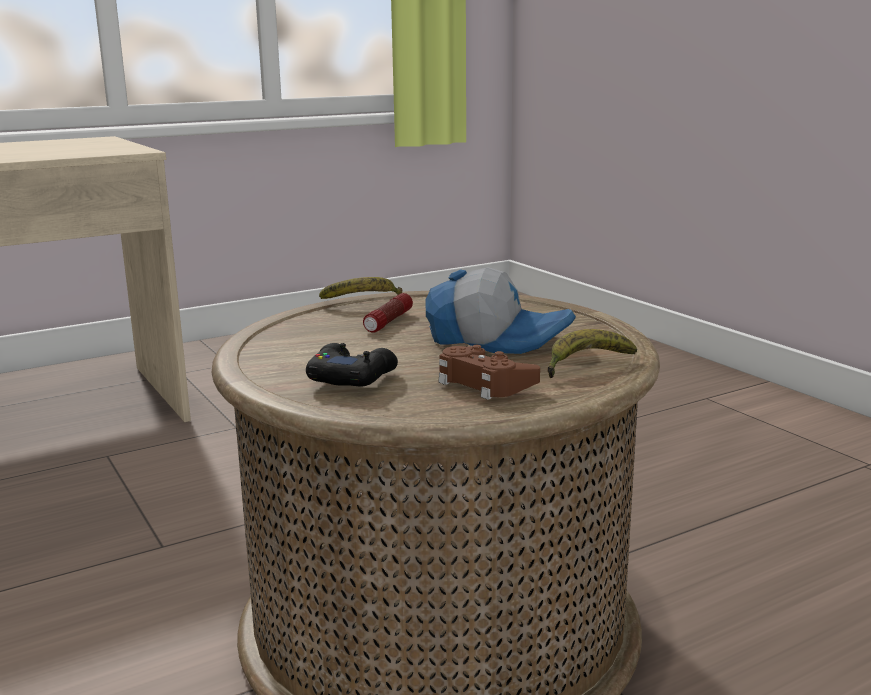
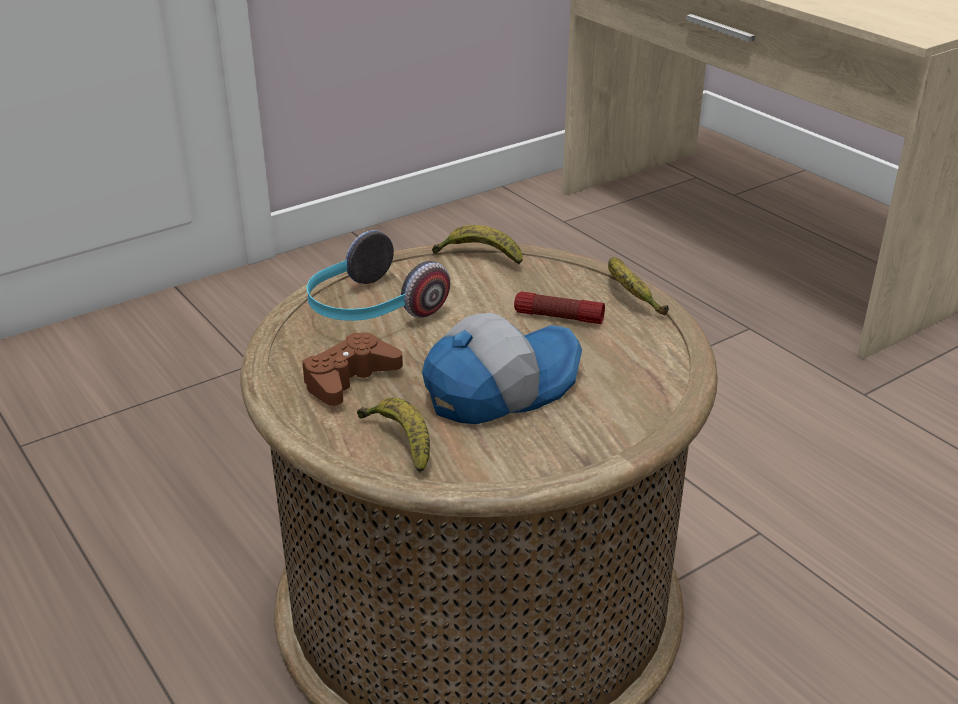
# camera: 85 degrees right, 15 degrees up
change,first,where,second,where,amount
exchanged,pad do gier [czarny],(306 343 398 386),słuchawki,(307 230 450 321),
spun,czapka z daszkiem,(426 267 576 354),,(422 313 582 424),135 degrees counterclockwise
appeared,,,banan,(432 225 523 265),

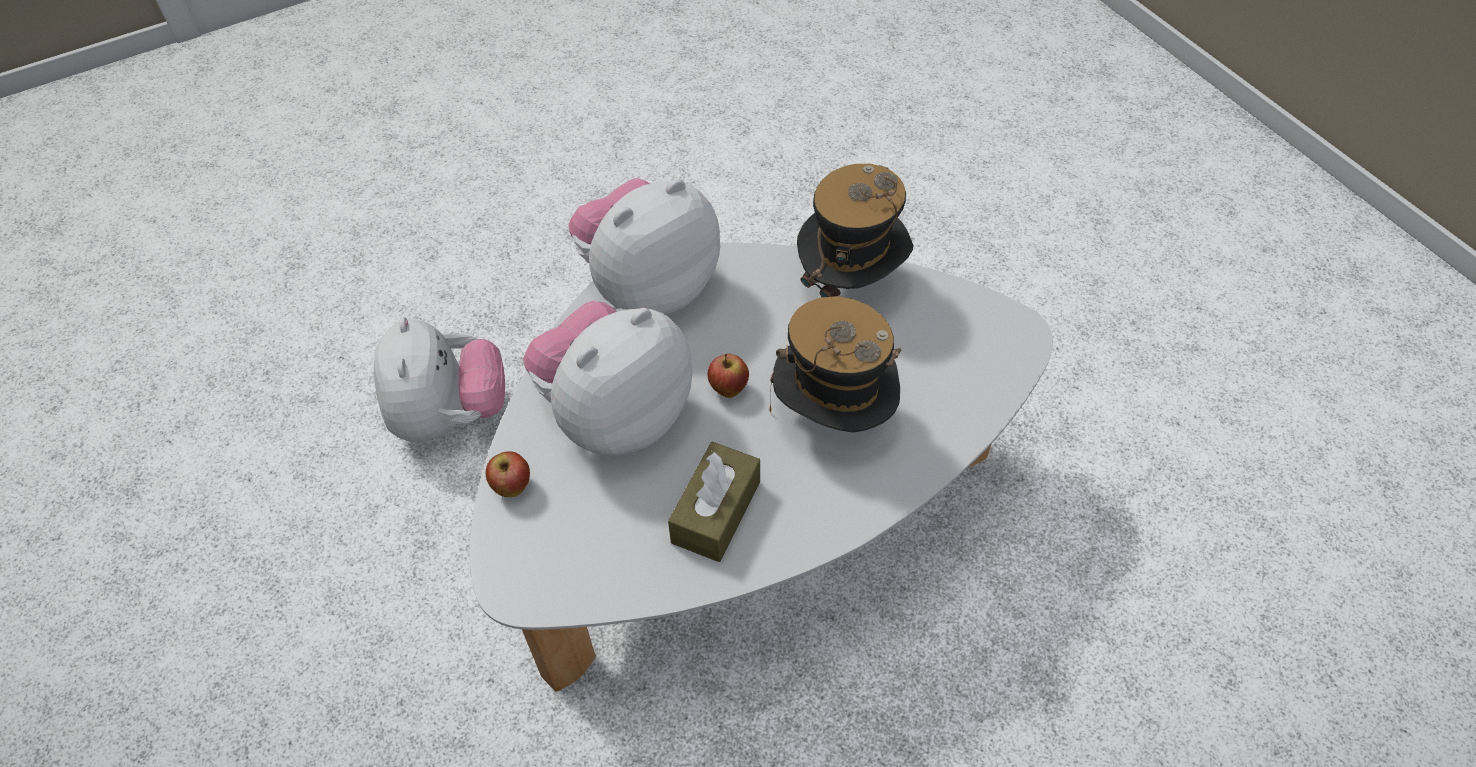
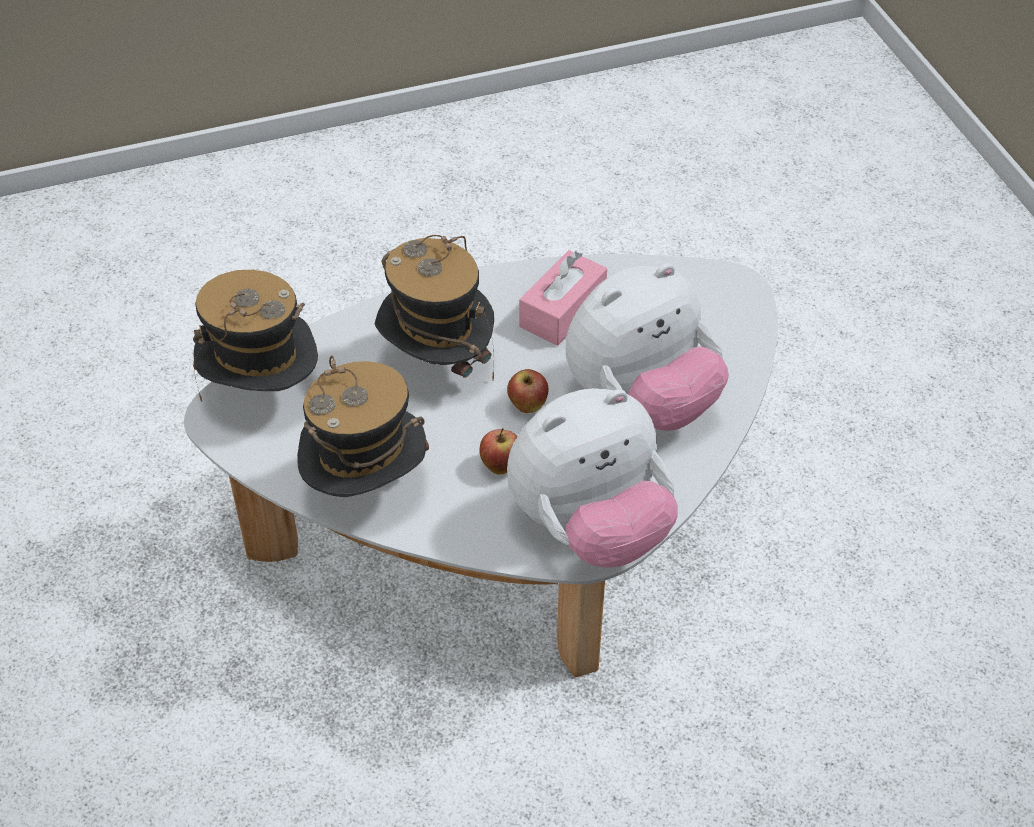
# camera: 170 degrees left, 5 degrees down
change,first,where,second,where,amount
missing,pluszak,(374 317 505 442),,,
relocated,jabłko,(486 451 530 497),,(479 428 517 474),
colour,pudełko chusteczek [brązowy],(668 442 760 562),pudełko chusteczek [różowy],(519 250 607 346),
appeared,,,kapelusz,(193 270 318 402),

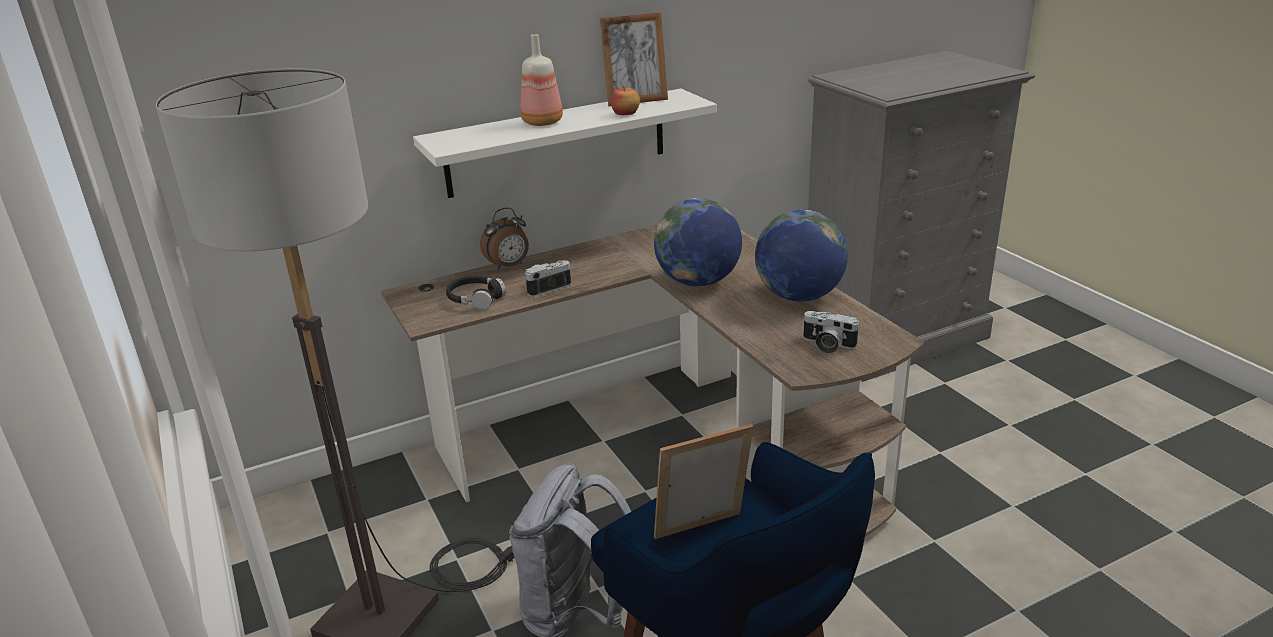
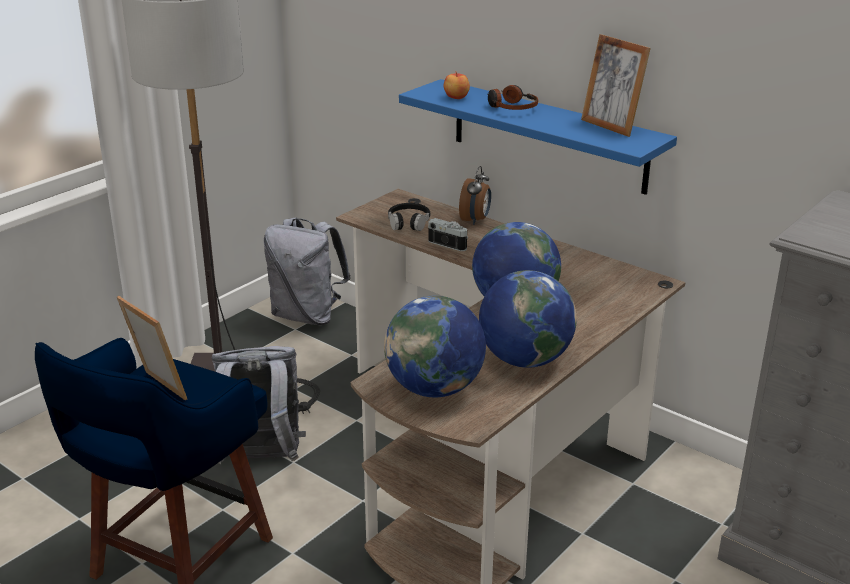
# camera: 65 degrees right, 0 degrees up
change,first,where,second,where,amount
colour,półka [biały],(413 89 717 198),półka [niebieski],(399 79 677 195),
spun,budzik,(480 207 529 270),,(459 166 491 225),105 degrees counterclockwise
exchanged,butelka,(520 34 563 126),słuchawki,(488 85 538 110),
relocated,jabłko,(611 86 640 115),,(444 71 470 99),
exchanged,aparat fotograficzny,(802 311 860 354),globus,(384 296 486 397),
appeared,,,plecak [szary],(264 217 351 325),

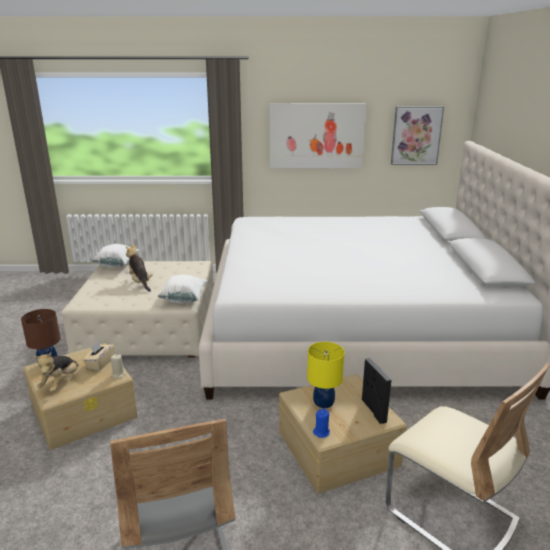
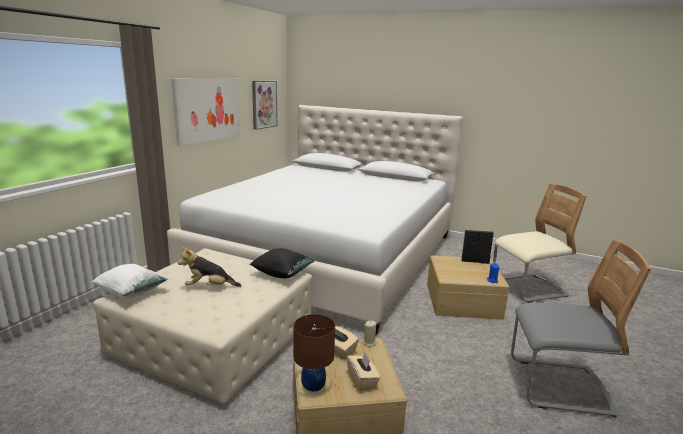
# camera: 65 degrees left, 5 degrees down
change,first,where,second,where,amount
exchanged,pluszak,(34 352 79 392),pudełko chusteczek [beżowy],(347 353 380 391),
colour,poduszka [biały],(158 275 207 303),poduszka [czarny],(250 248 314 278),
missing,lampa stołowa [żółty],(307 342 344 408),,,

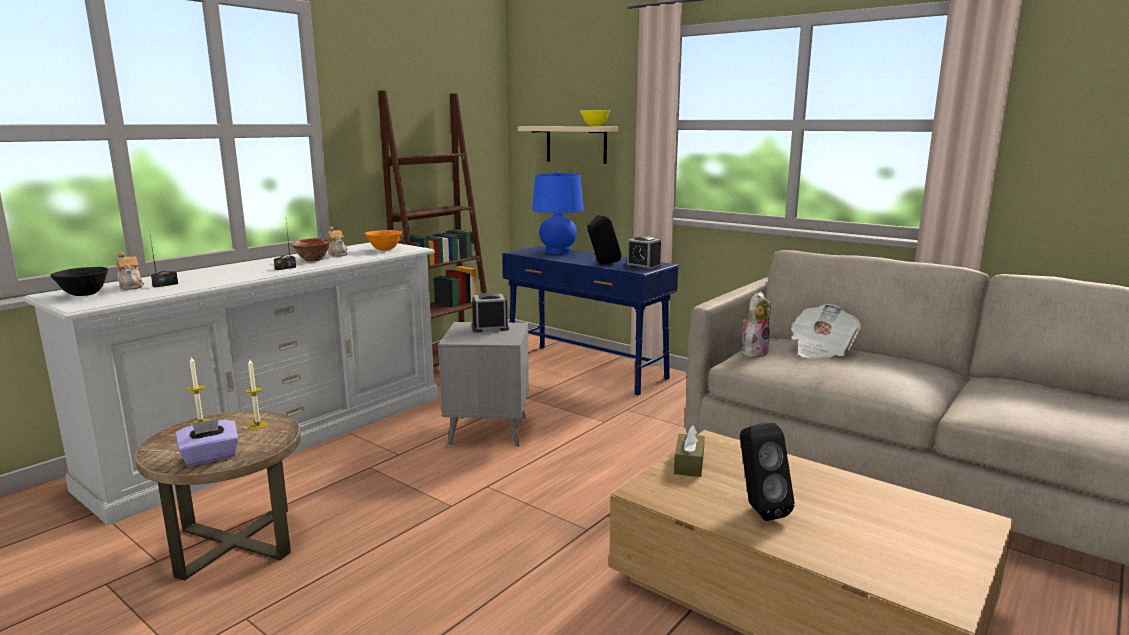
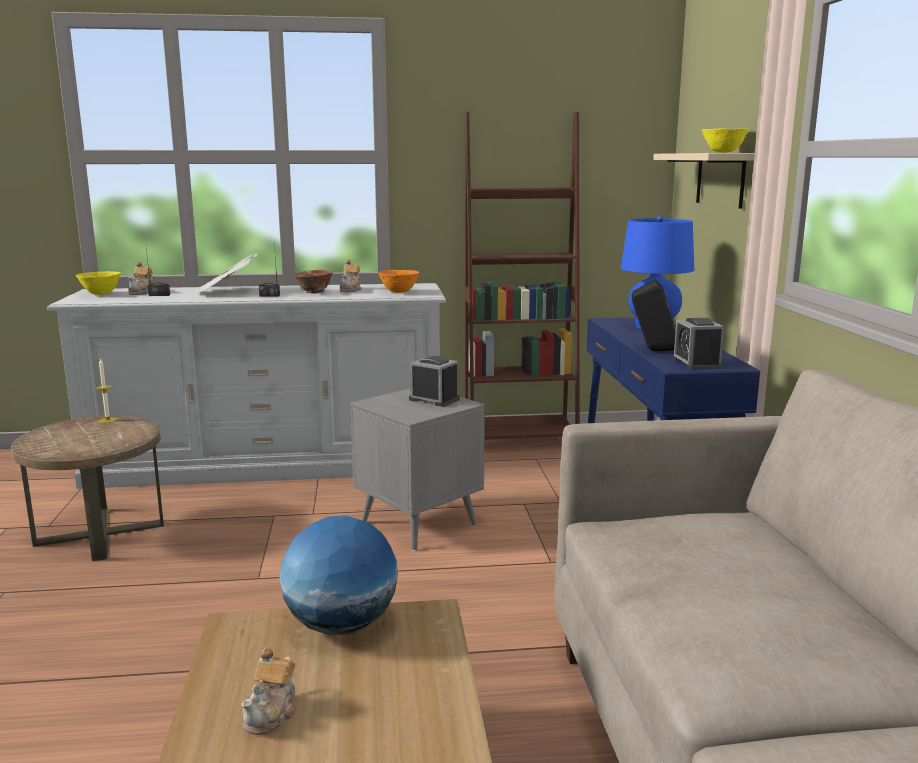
# camera: 45 degrees right, 0 degrees up
change,first,where,second,where,amount
colour,miska [czarny],(51 267 108 296),miska [żółty],(76 271 121 295),
missing,pudełko chusteczek [fioletowy],(175 419 239 466),,,
missing,świeca,(245 359 268 430),,,
exchanged,pudełko chusteczek [brązowy],(674 425 705 477),globus,(279 516 398 636),
exchanged,głośnik [czarny],(740 423 795 521),imbryk,(241 647 297 735),
missing,pluszak,(742 292 771 358),,,
relocated,gazeta,(791 304 862 358),,(192 254 257 293),

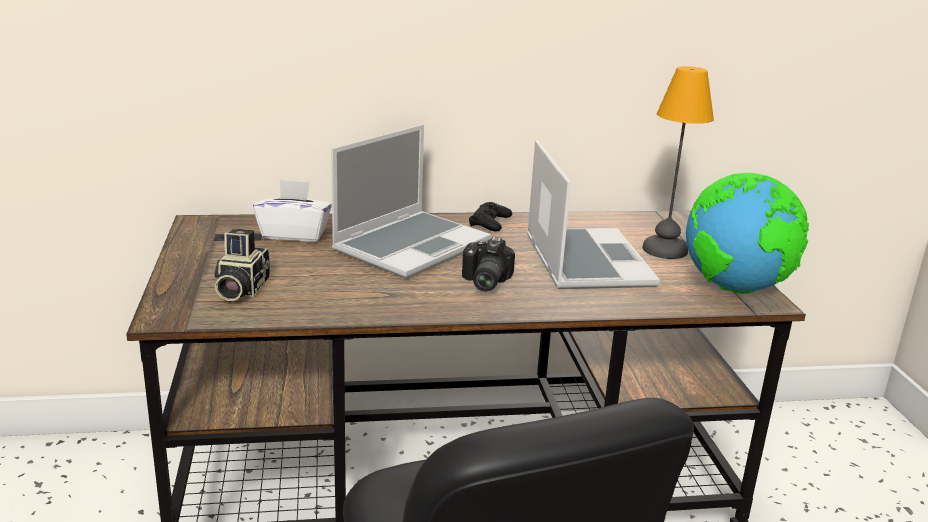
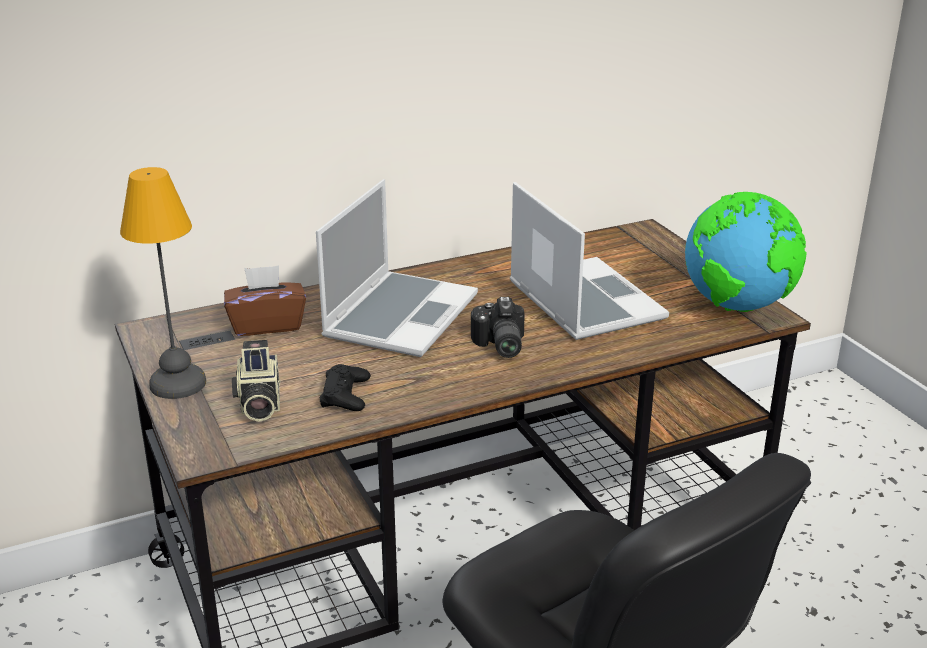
# camera: 15 degrees left, 5 degrees up
change,first,where,second,where,amount
colour,pudełko chusteczek [biały],(253 179 332 242),pudełko chusteczek [brązowy],(224 265 306 336),
relocated,pad do gier [czarny],(469 202 512 231),,(320 364 371 411),
relocated,lampa stołowa,(643 66 714 259),,(120 167 206 399),

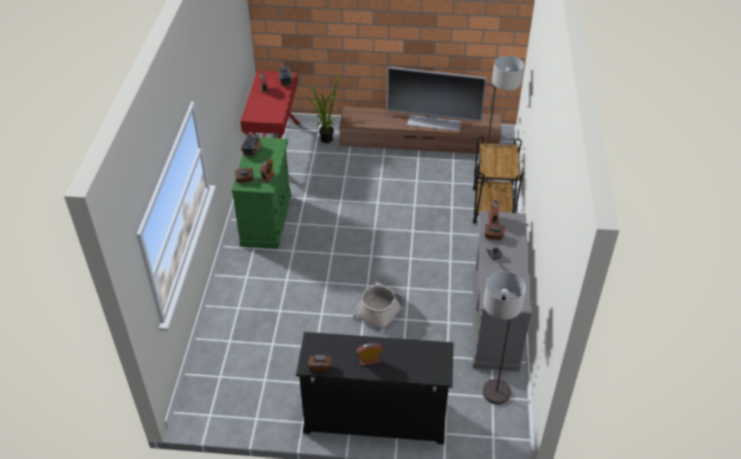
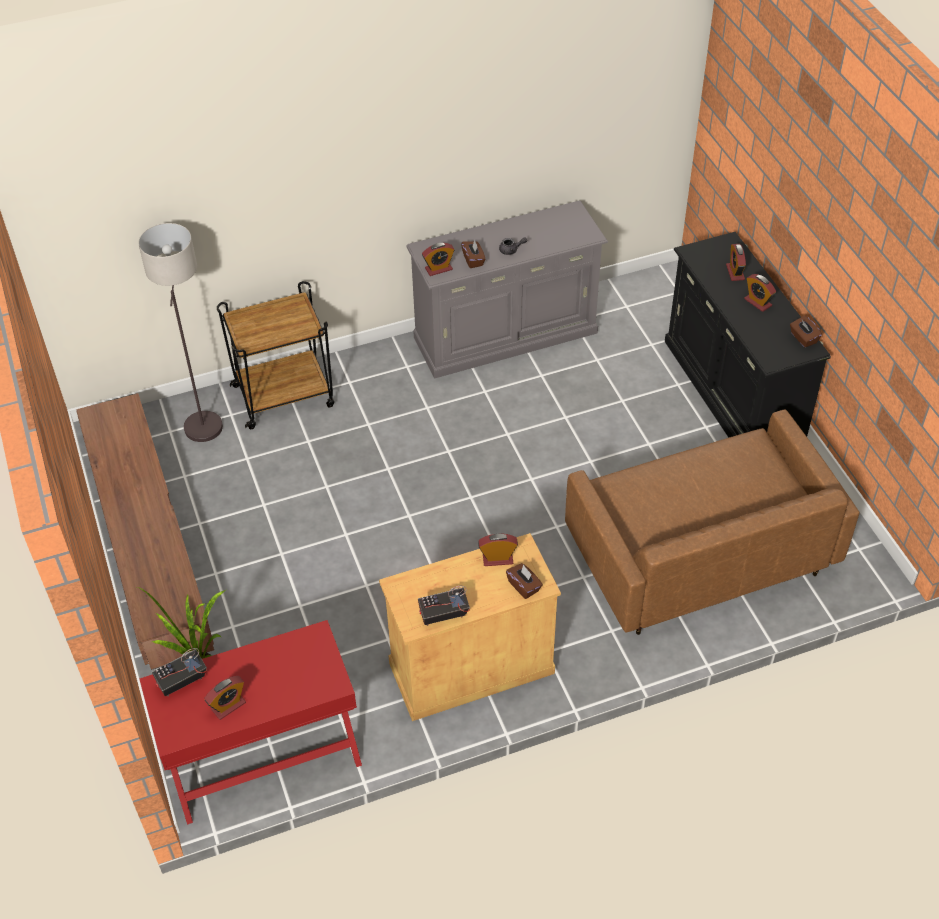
# camera: 115 degrees left, 5 degrees up
change,first,where,second,where,amount
colour,szafka [zielony],(232 137 291 249),szafka [beżowy],(379 533 561 721),
missing,koszyk,(353 282 407 333),,,
missing,telewizor,(387 67 487 131),,,
missing,lampa stojąca [szary],(483 271 526 404),,,
appeared,,,kanapa [brązowy],(565 410 859 635),
appeared,,,budzik,(726 244 746 281),

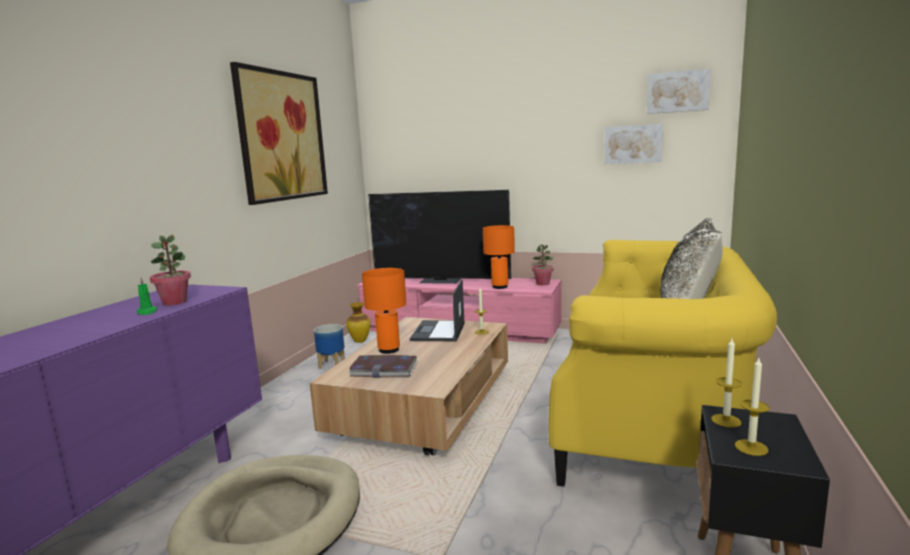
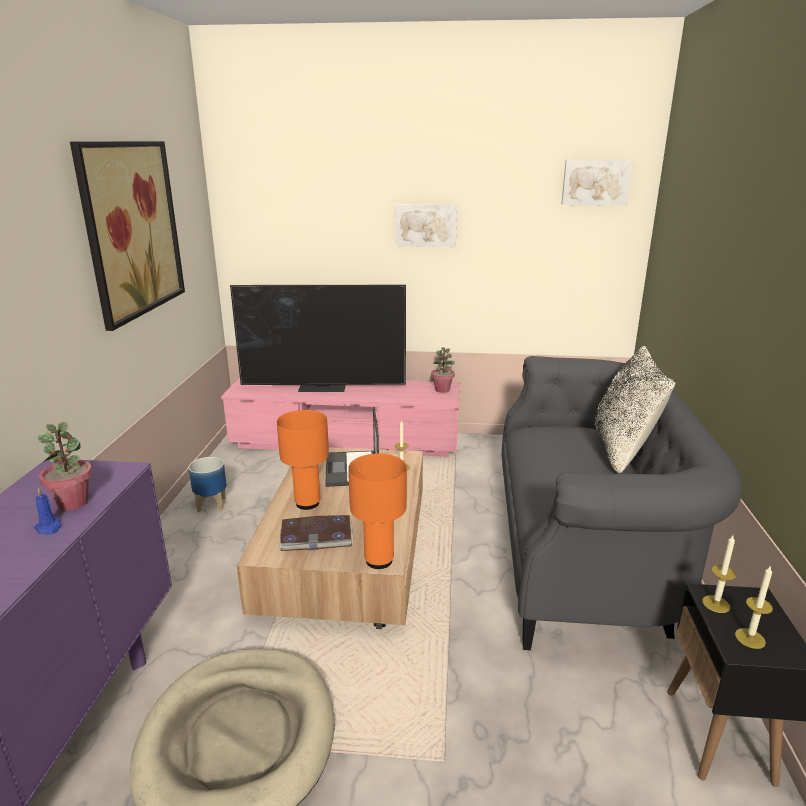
# camera: 15 degrees left, 10 degrees up
change,first,where,second,where,amount
colour,świeca [zielony],(137 278 157 315),świeca [niebieski],(34 487 61 535),
missing,wazon,(346 302 371 343),,,
relocated,lampa stołowa [pomarańczowy],(483 225 515 289),,(348 454 407 569),
colour,kanapa [żółty],(549 240 777 487),kanapa [szary],(501 356 742 650),
relocated,obraz,(604 124 663 164),,(396 204 457 247),

